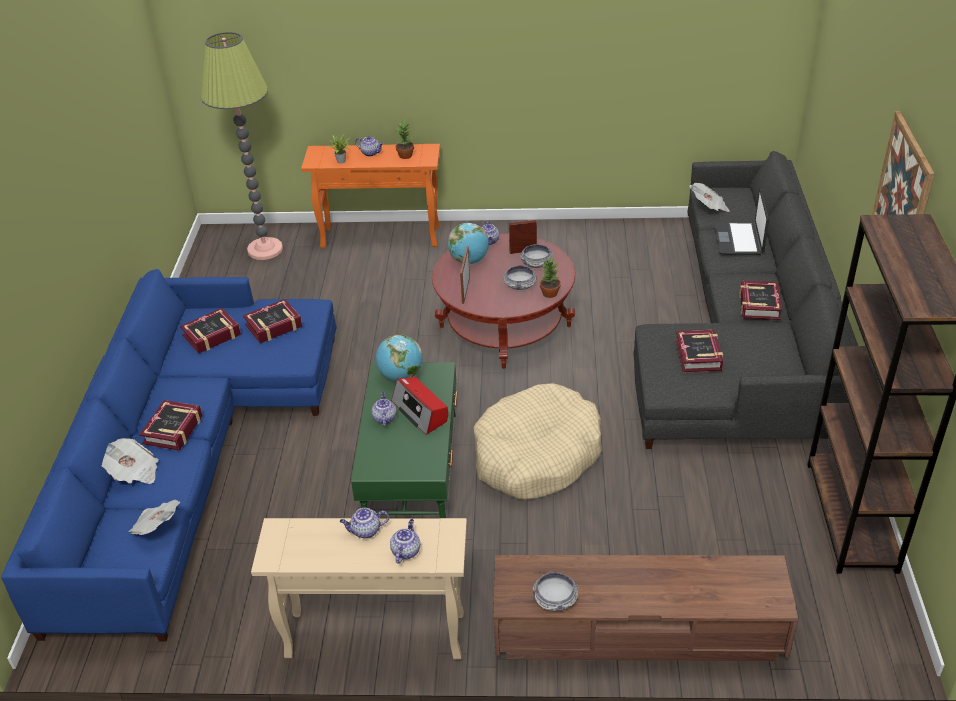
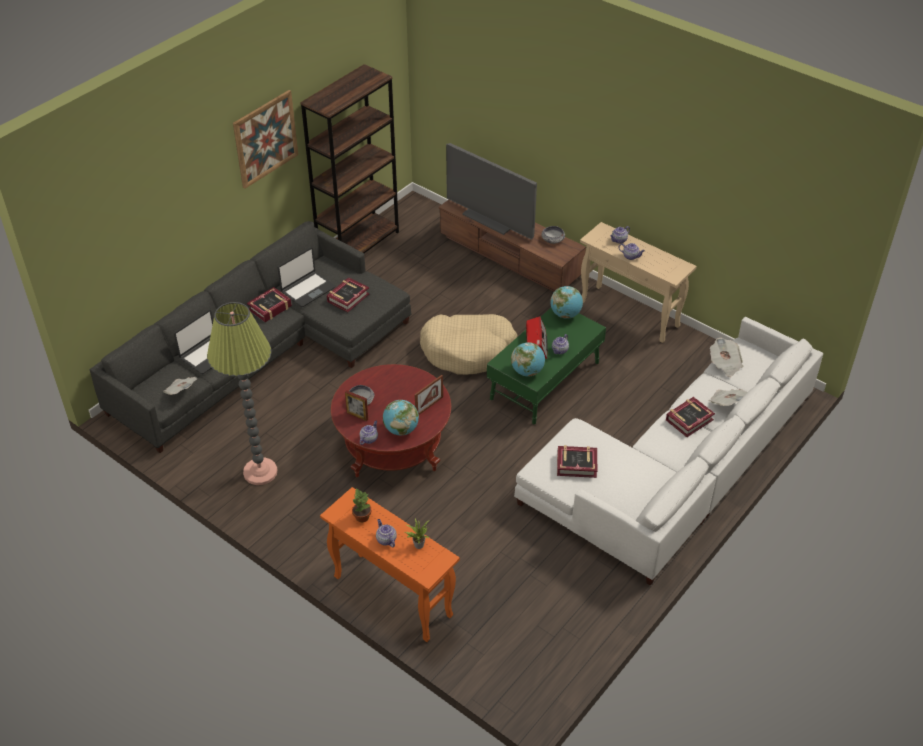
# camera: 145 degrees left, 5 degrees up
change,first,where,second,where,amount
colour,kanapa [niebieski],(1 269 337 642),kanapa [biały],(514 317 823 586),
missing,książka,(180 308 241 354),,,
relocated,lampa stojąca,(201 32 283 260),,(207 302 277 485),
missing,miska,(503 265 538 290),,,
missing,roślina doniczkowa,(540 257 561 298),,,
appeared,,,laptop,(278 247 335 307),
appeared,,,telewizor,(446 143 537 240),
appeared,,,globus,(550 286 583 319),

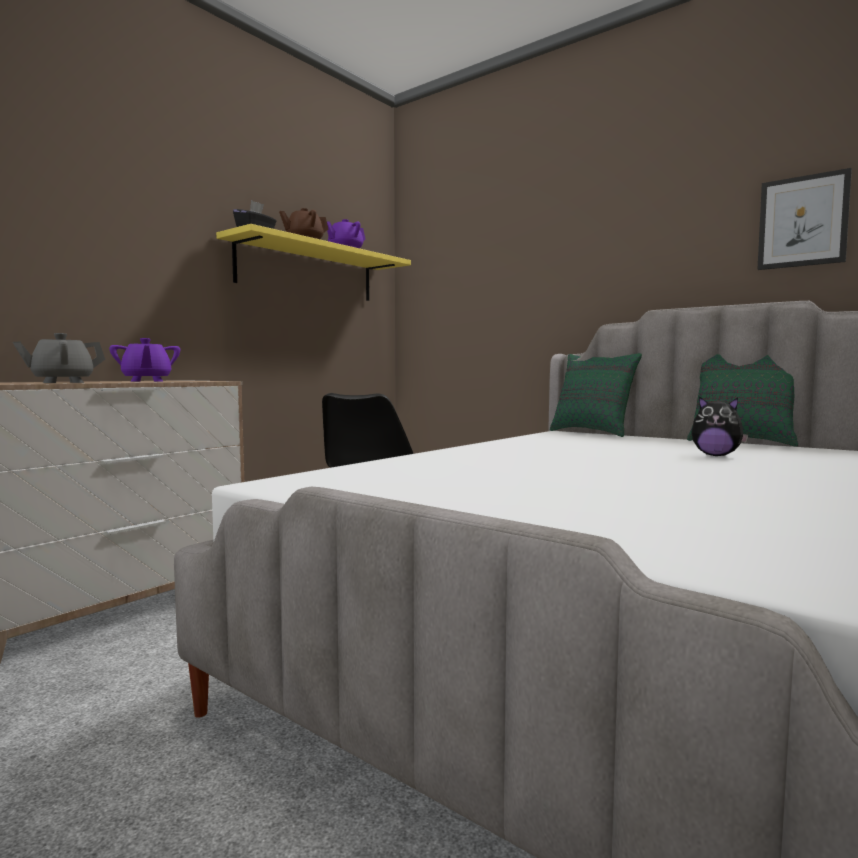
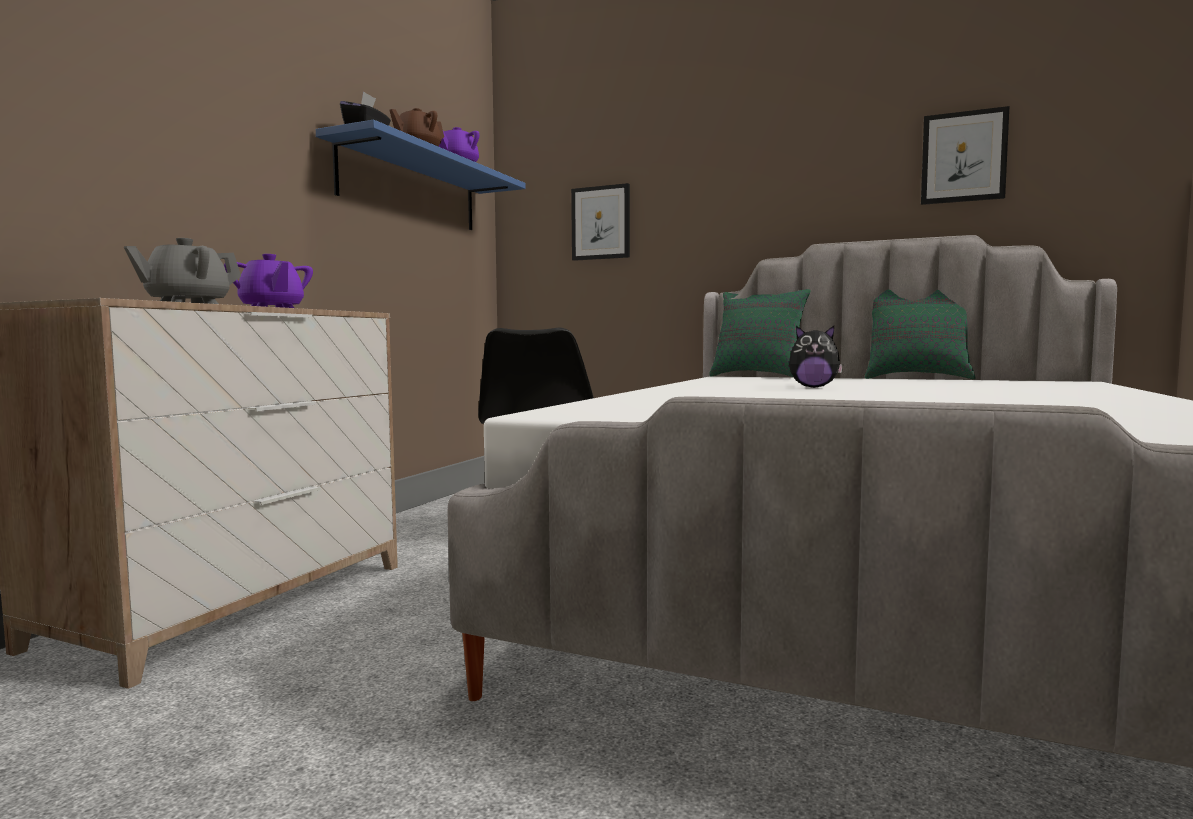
# camera: 15 degrees left, 0 degrees up
change,first,where,second,where,amount
colour,półka [żółty],(216 224 411 301),półka [niebieski],(316 120 526 230),
relocated,pluszak,(692 396 748 456),,(789 326 843 388),
appeared,,,obraz,(571 183 630 261),

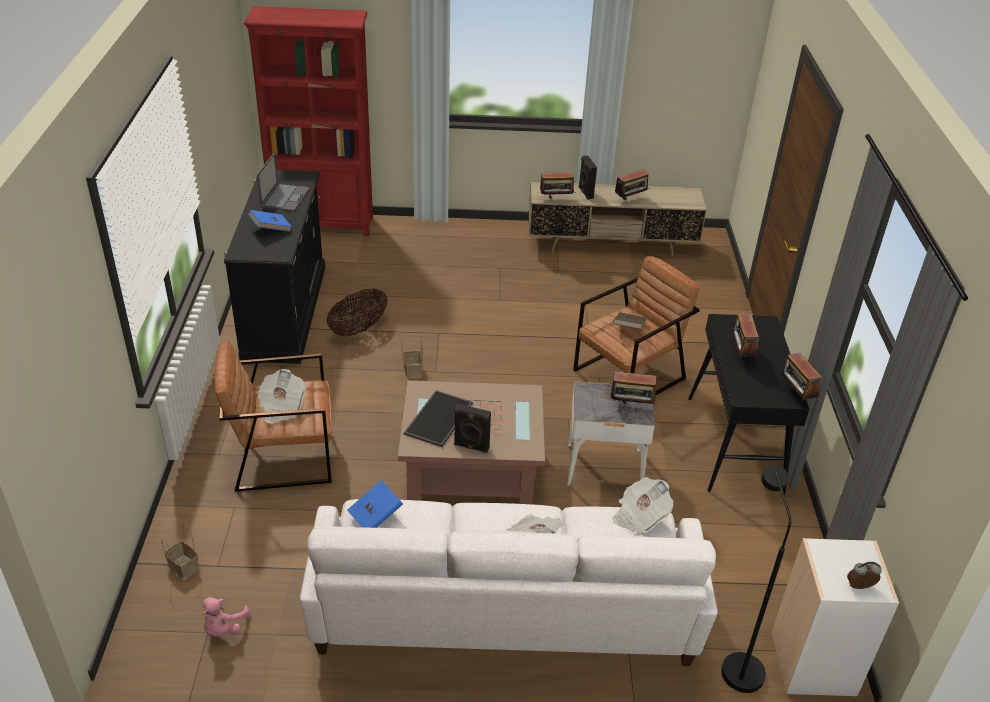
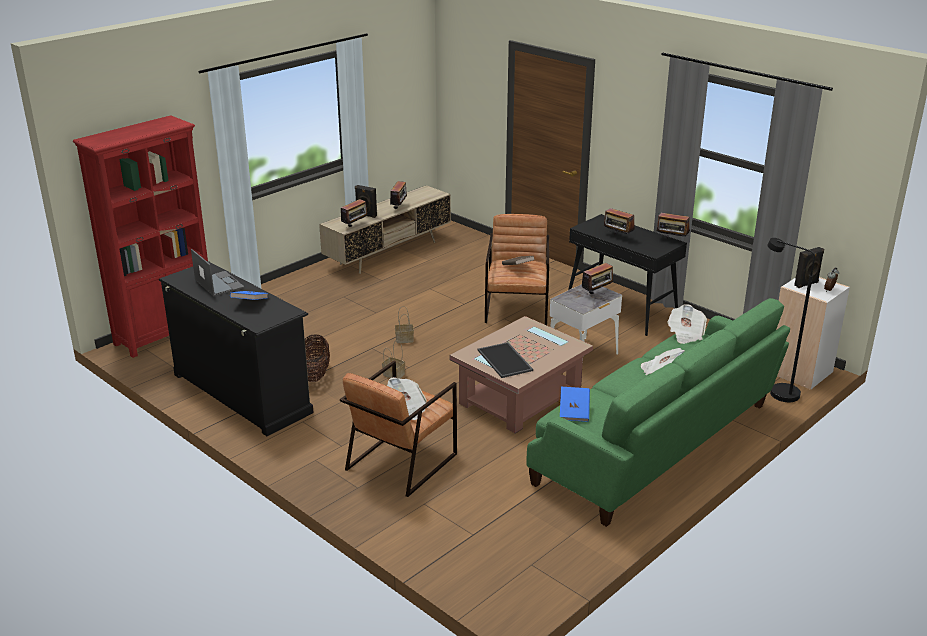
# camera: 45 degrees left, 10 degrees down
change,first,where,second,where,amount
relocated,koszyk,(162 525 199 579),,(395 306 414 343),
missing,pluszak [różowy],(202 597 250 637),,,
colour,kanapa [biały],(300 499 718 666),kanapa [zielony],(527 298 790 527),
relocated,głośnik [czarny],(454 404 491 453),,(794 247 824 288),

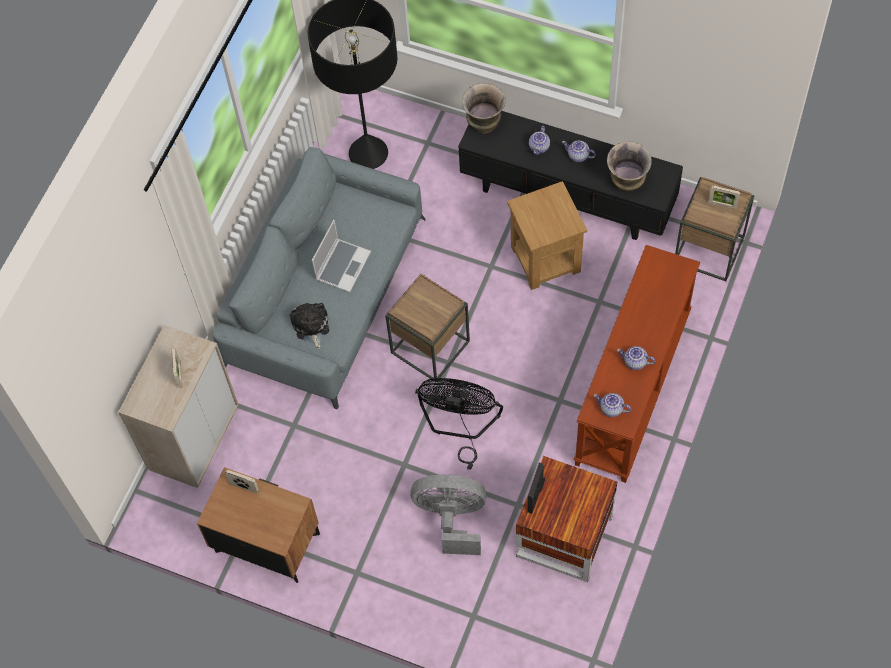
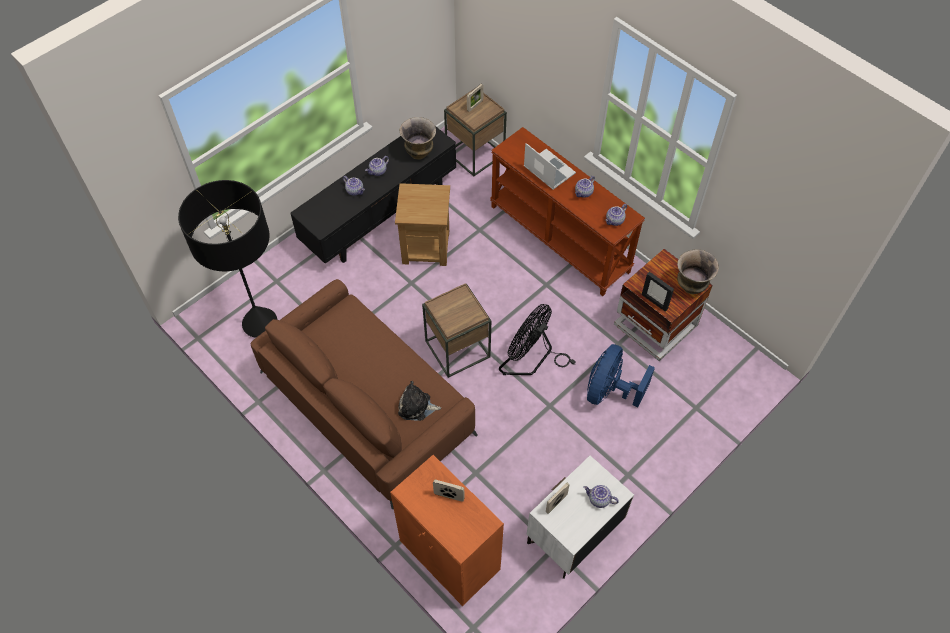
# camera: 70 degrees left, 5 degrees down
change,first,where,second,where,amount
colour,szafka [beżowy],(118 325 239 488),szafka [pomarańczowy],(390 455 504 606),
colour,szafka nocna [brązowy],(197 467 320 583),szafka nocna [biały],(527 456 634 579),
colour,kanapa [szary],(213 147 426 409),kanapa [brązowy],(251 279 478 510),
relocated,laptop,(312 220 371 292),,(524 143 576 190),
colour,wentylator [szary],(410 474 486 555),wentylator [niebieski],(587 344 655 407),
relocated,wazon,(462 83 506 133),,(677 249 719 294),
appeared,,,imbryk,(583 485 619 508),

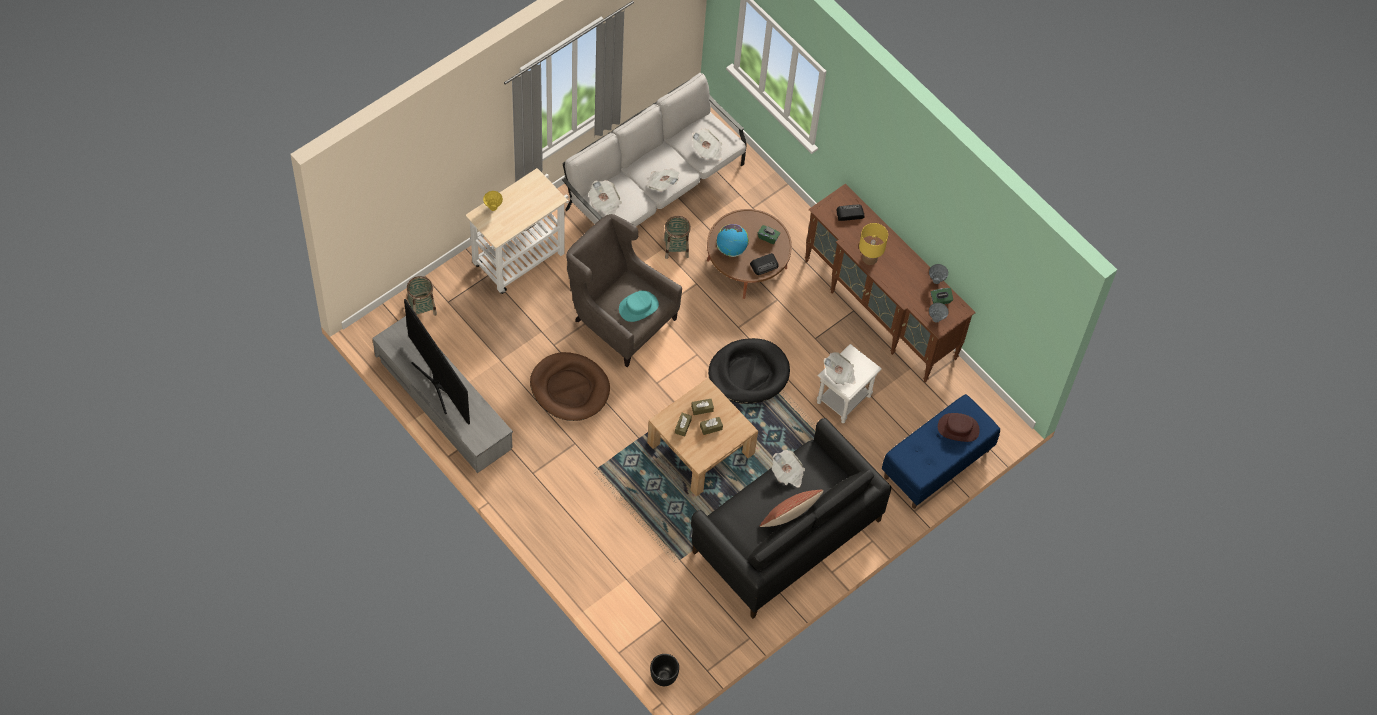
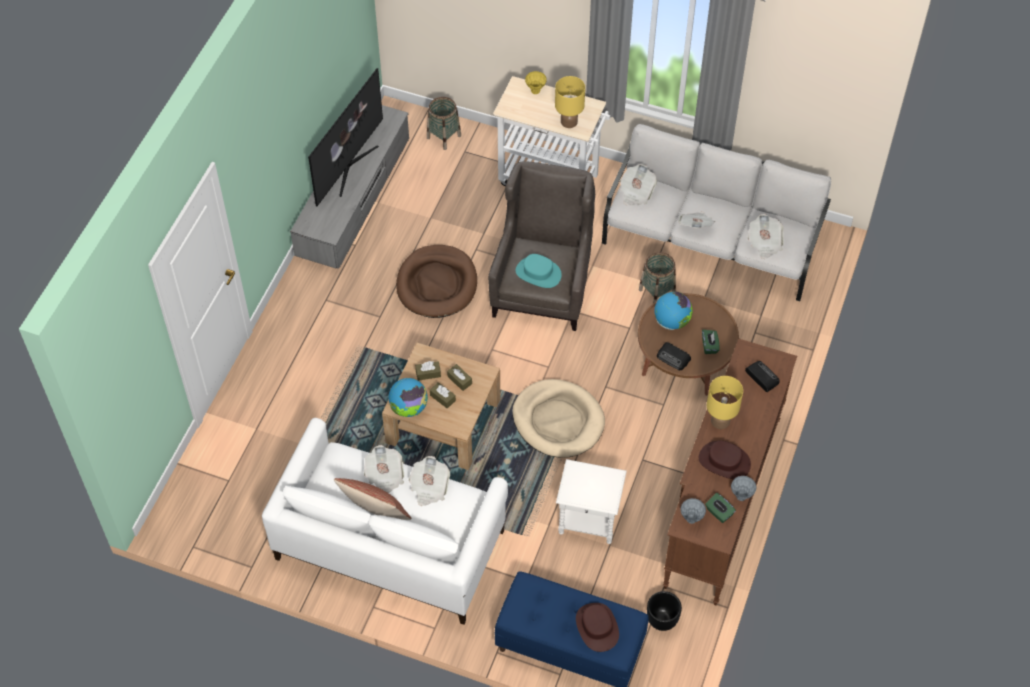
# camera: 65 degrees right, 5 degrees down
change,first,where,second,where,amount
relocated,donica [czarny],(650 654 679 686),,(647 591 682 631),
colour,kanapa [czarny],(691 418 891 619),kanapa [biały],(262 418 508 625),
colour,legowisko [czarny],(708 338 790 404),legowisko [beżowy],(512 379 605 458),
relocated,gazeta,(824 352 856 385),,(364 445 404 493),
appeared,,,globus,(389 378 428 417),
appeared,,,lampa stołowa [żółty],(555 76 585 128),
appeared,,,kapelusz [brązowy],(699 440 751 479),

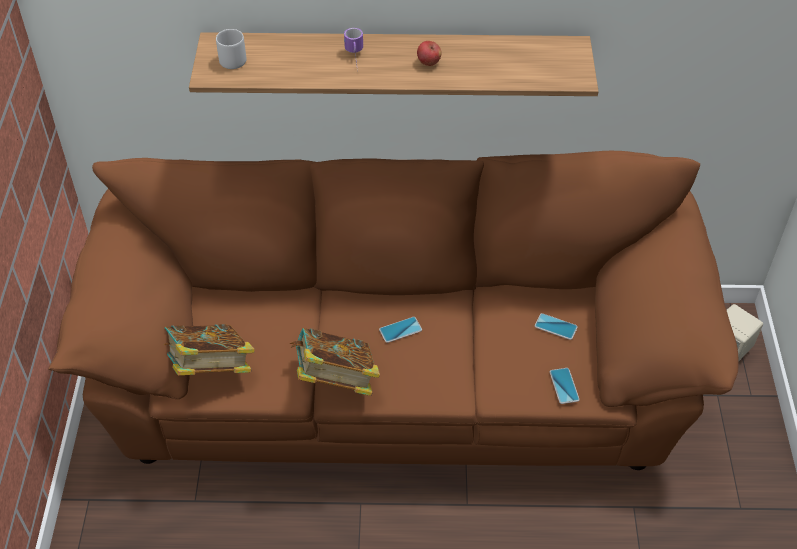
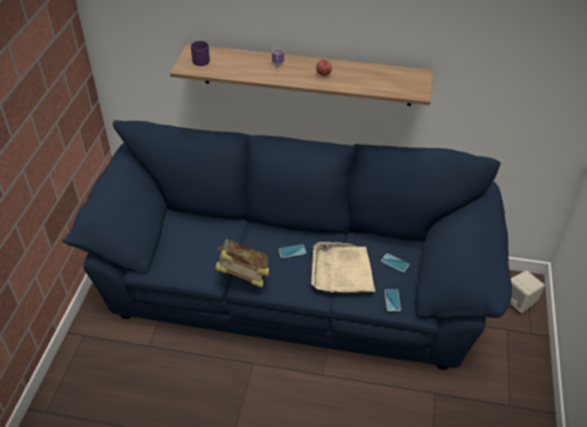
# camera: 10 degrees right, 5 degrees down
change,first,where,second,where,amount
colour,kanapa [brązowy],(48 151 739 470),kanapa [niebieski],(62 120 512 370),
missing,książka,(164 324 255 376),,,
colour,kubek [szary],(216 29 246 69),kubek [fioletowy],(191 41 210 66),
appeared,,,taca [beżowy],(311 242 375 293),

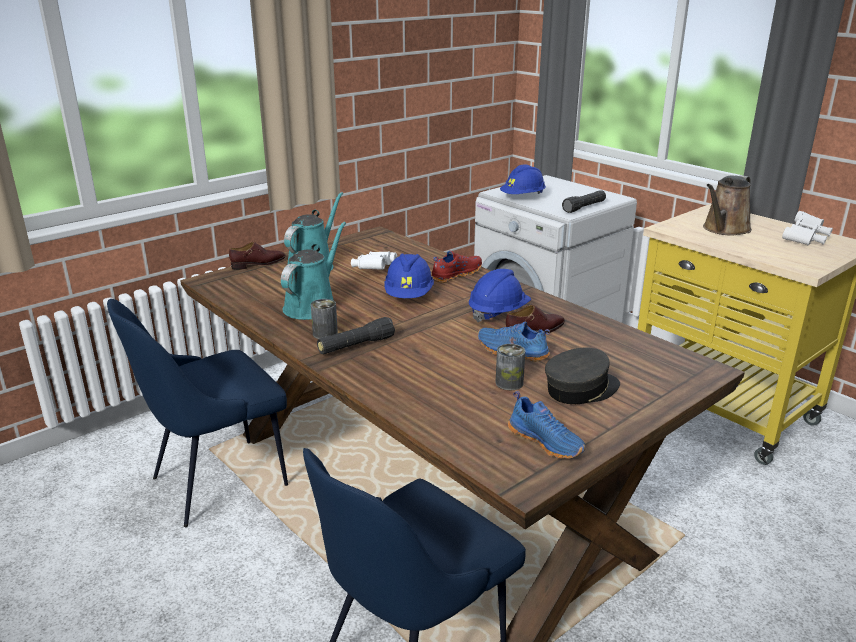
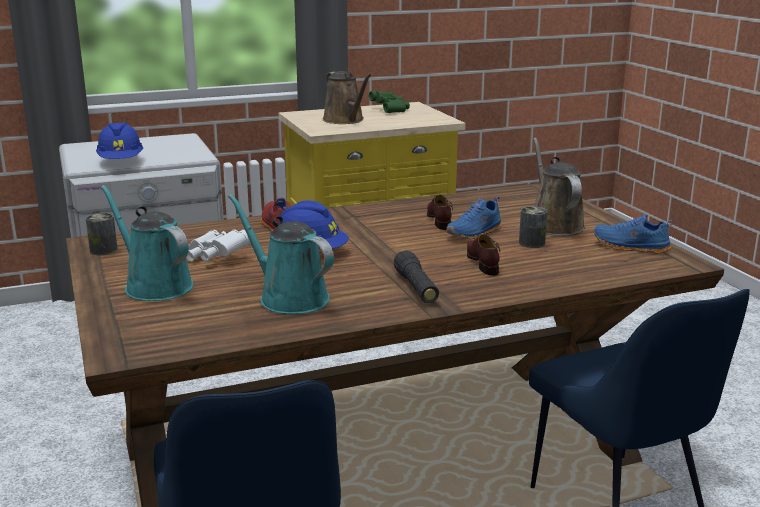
# camera: 70 degrees left, 5 degrees down
change,first,where,second,where,amount
relocated,but [brązowy],(229 242 285 270),,(467 234 500 276),
relocated,puszka,(311 299 338 339),,(86 213 118 255),
missing,kask [niebieski],(469 269 531 322),,,
spun,but [niebieski],(508 391 586 459),,(594 214 673 254),135 degrees counterclockwise
exchanged,czapka z daszkiem [szary],(545 348 620 404),konewka [brązowy],(533 137 585 236),
missing,latarka [czarny],(562 190 606 213),,,
colour,lornetka [biały],(782 211 833 245),lornetka [zielony],(369 91 410 113),

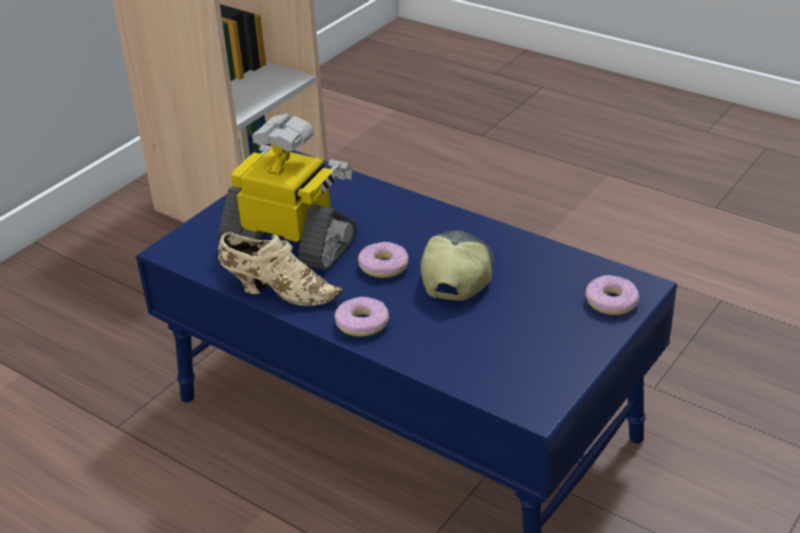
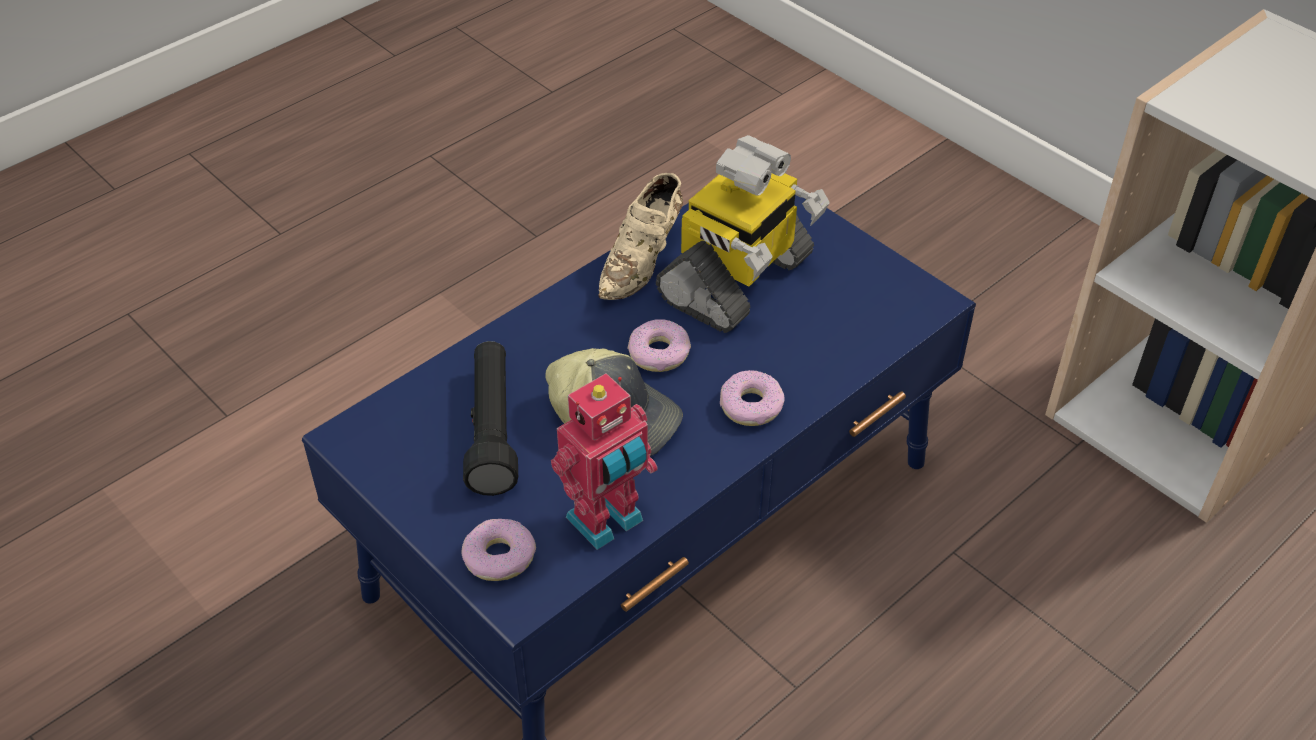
# camera: 100 degrees right, 10 degrees up
change,first,where,second,where,amount
relocated,donut,(335 297 389 337),,(720 370 785 426),
appeared,,,latarka [czarny],(463 341 518 496),
appeared,,,robot zabawkowy,(551 373 658 550),

